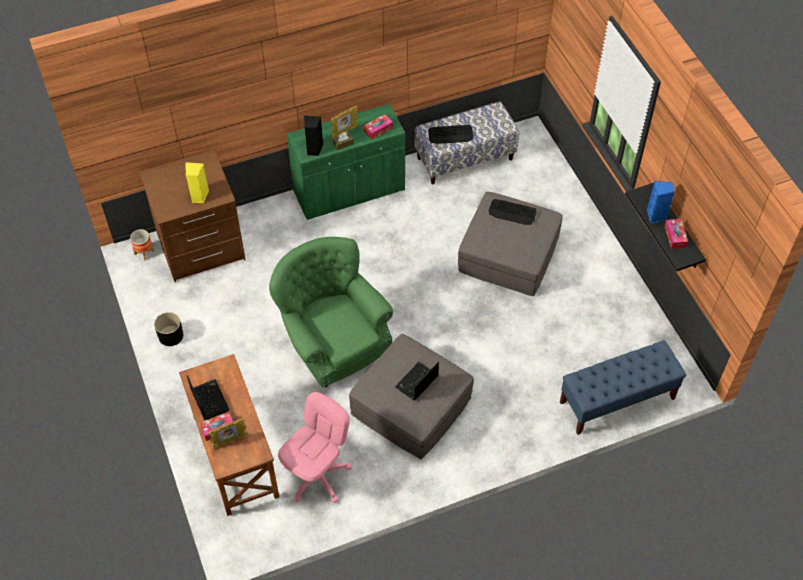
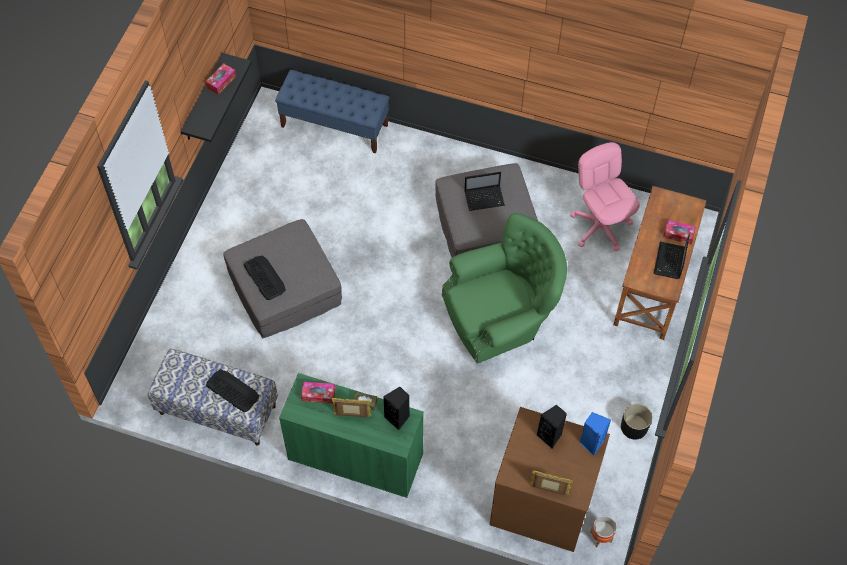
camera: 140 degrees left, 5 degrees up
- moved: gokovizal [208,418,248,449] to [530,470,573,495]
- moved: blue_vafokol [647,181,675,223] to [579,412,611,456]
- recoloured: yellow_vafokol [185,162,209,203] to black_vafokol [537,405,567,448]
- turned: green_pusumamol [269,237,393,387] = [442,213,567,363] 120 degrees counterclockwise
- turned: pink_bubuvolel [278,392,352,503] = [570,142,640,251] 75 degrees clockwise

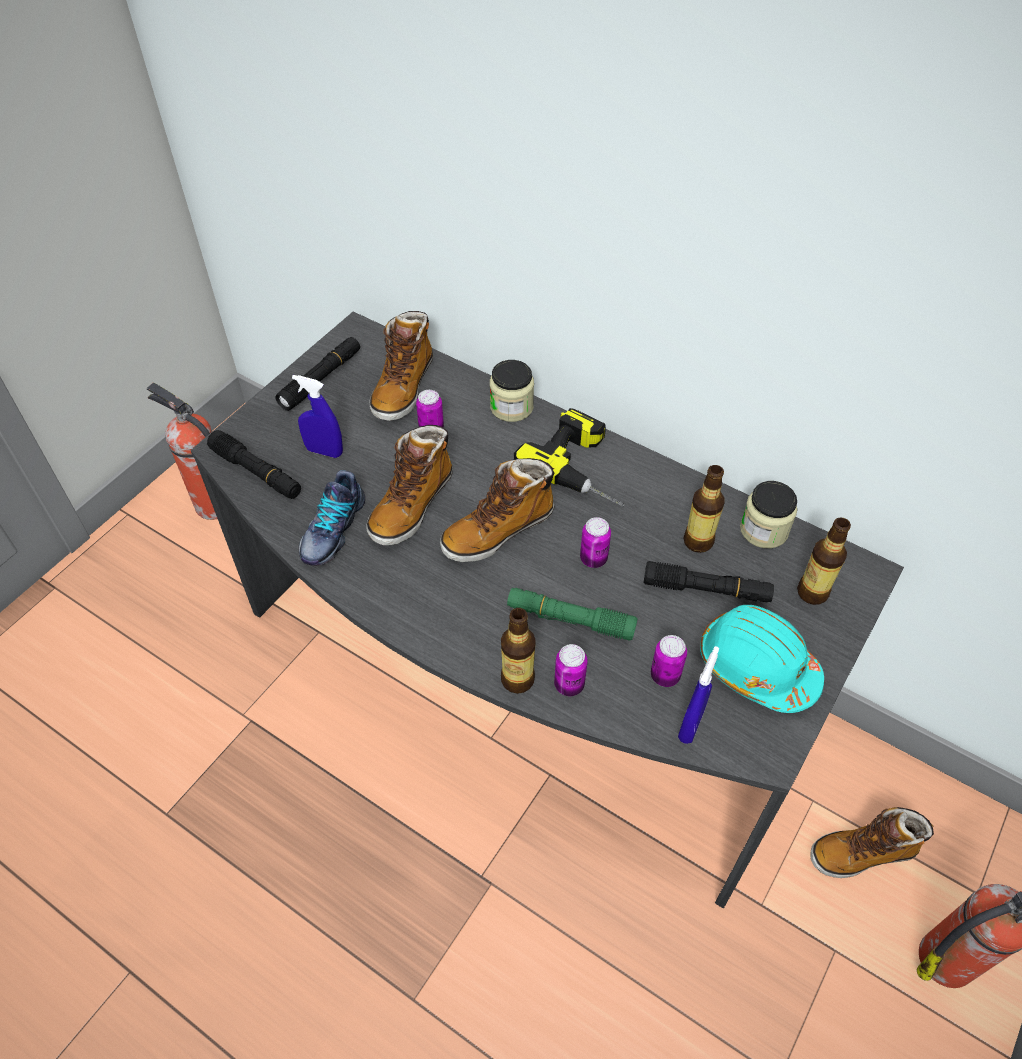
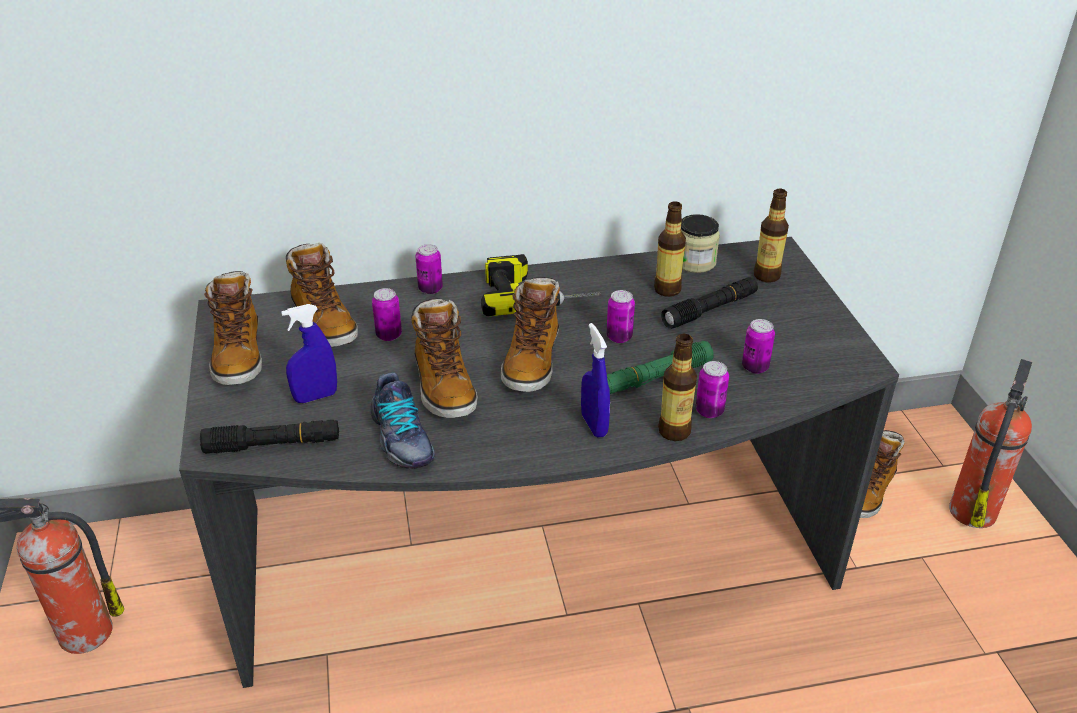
camera: 45 degrees left, 15 degrees down
- removed: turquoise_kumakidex [700,605,824,713]
- moved: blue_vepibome [678,646,719,744] to [581,323,610,438]
- replaced: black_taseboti [275,337,360,411] to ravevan [204,271,262,385]
- replaced: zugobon [490,360,534,422] to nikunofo [415,244,443,294]

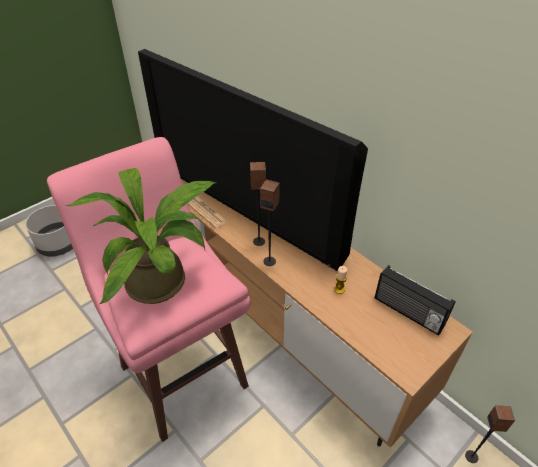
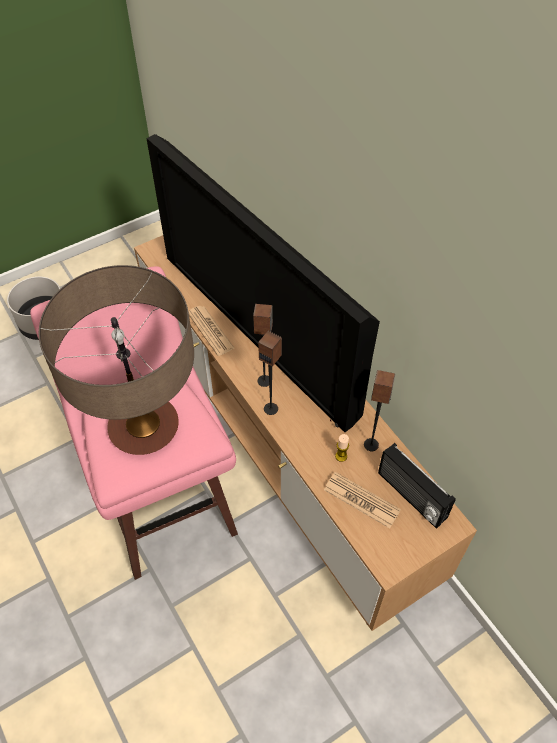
camera: 10 degrees right, 10 degrees up
- added: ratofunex [324,472,401,528]
- moved: vafokol [465,405,515,463] to [364,370,395,451]
- replaced: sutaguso [66,168,216,304] to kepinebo [39,265,194,455]

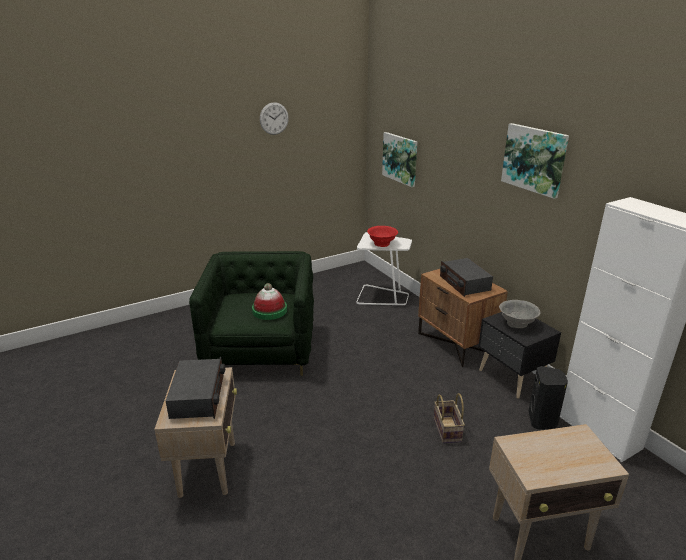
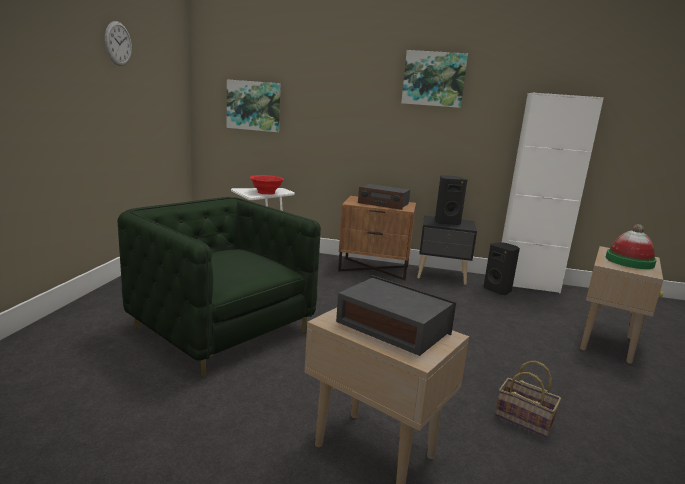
camera: 50 degrees left, 10 degrees down
- moved: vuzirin [252,283,287,320] to [605,224,657,269]
- moved: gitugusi [434,393,465,443] to [495,361,561,438]
- replaced: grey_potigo [499,300,540,328] to black_vafokol [435,175,467,225]

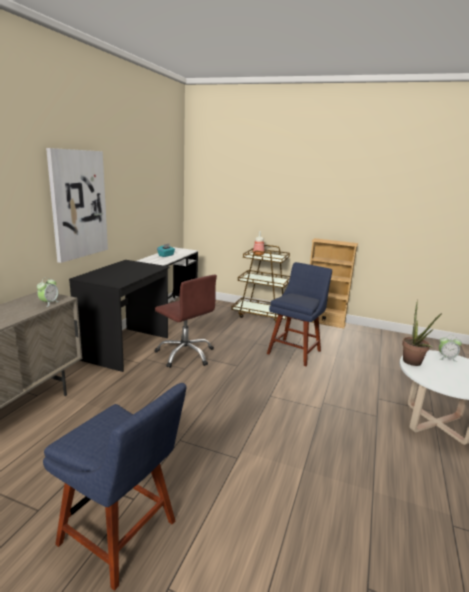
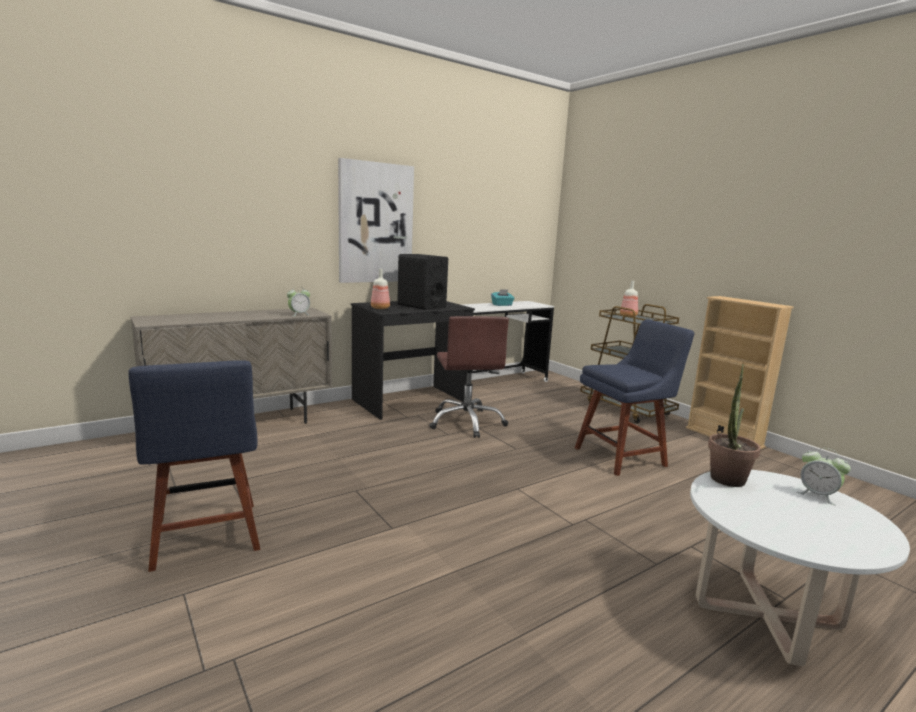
camera: 35 degrees right, 5 degrees down
- added: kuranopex [371,269,390,309]
- added: black_vafokol [397,254,448,310]

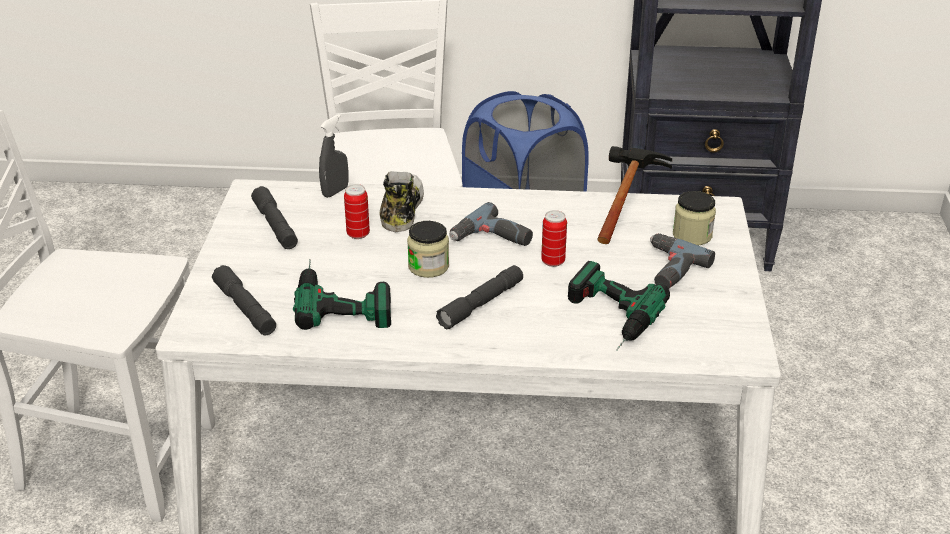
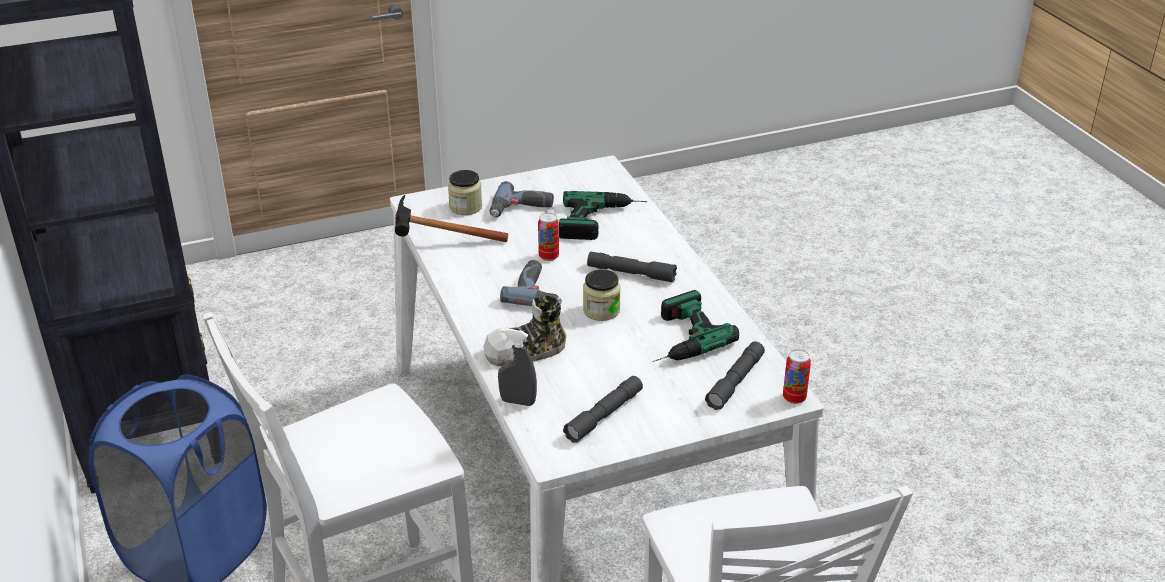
camera: 115 degrees left, 0 degrees up
- moved: nikunofo [344,184,370,239] to [783,349,811,404]

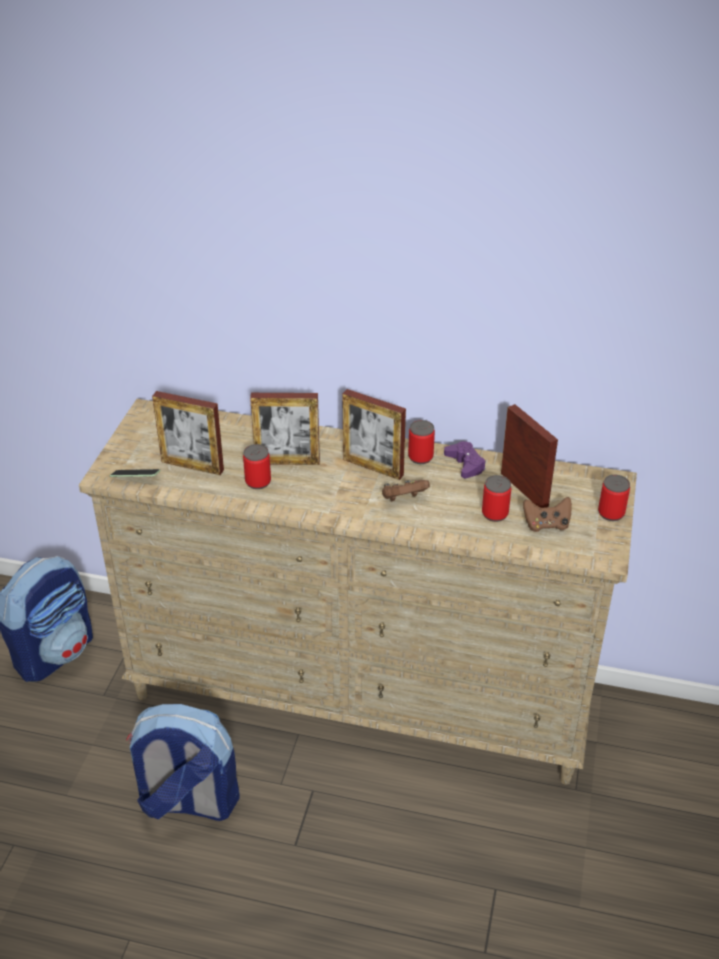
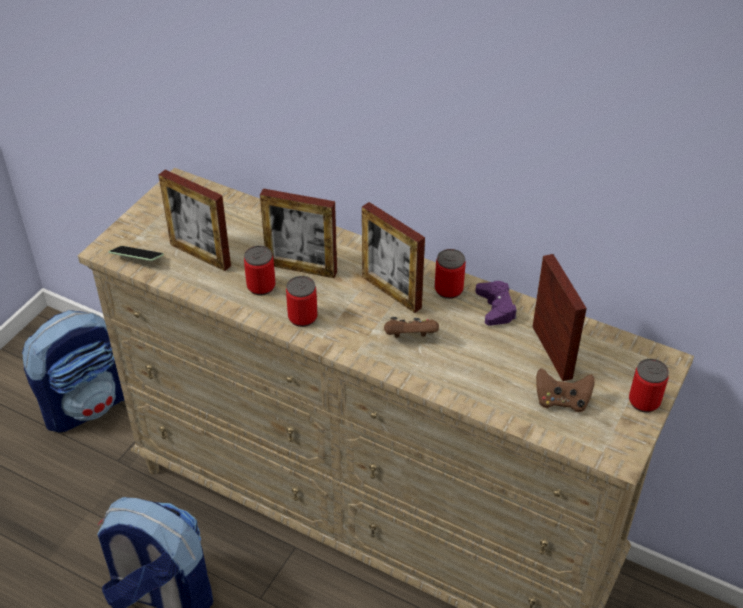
camera: 15 degrees right, 5 degrees up
- moved: nikunofo [482,475,511,522] to [286,276,318,327]

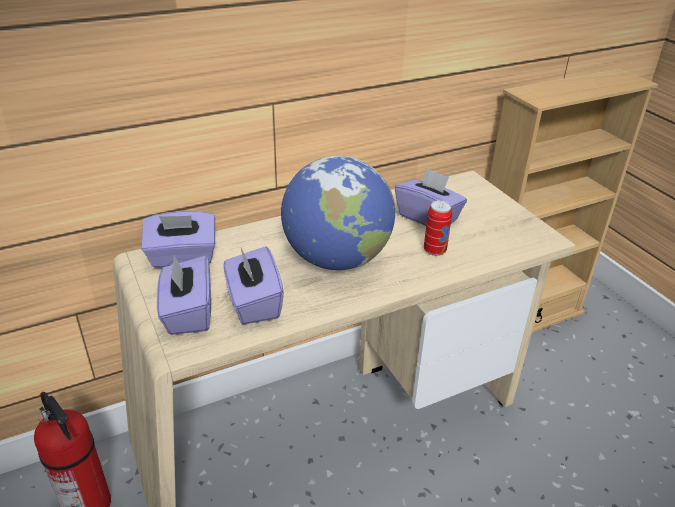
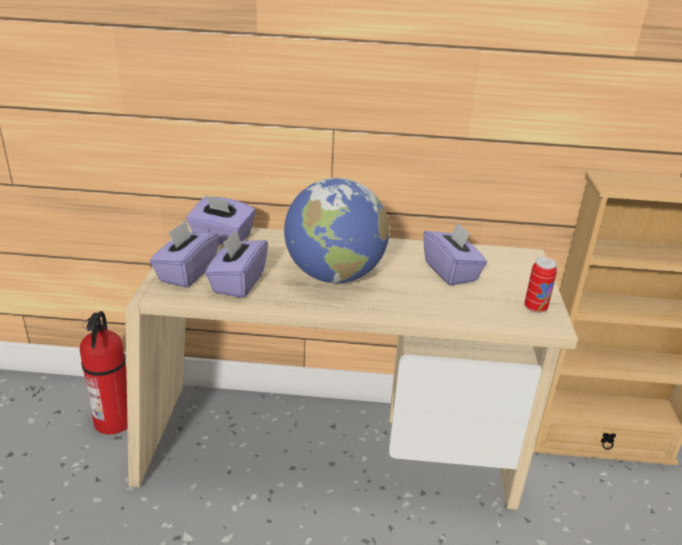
camera: 30 degrees right, 5 degrees down
- moved: nikunofo [424,200,452,256] to [524,257,557,313]

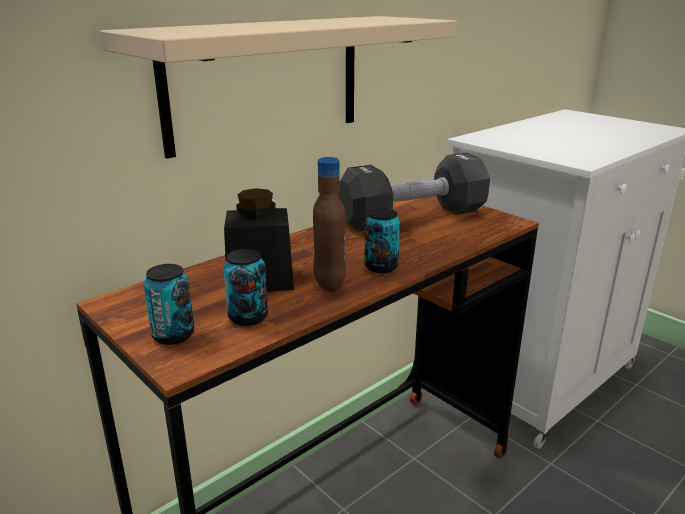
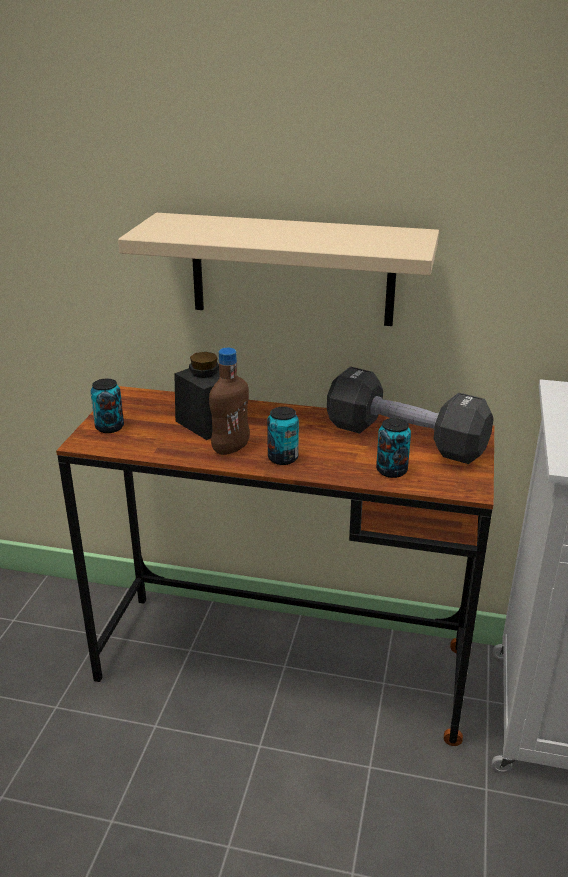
camera: 55 degrees right, 5 degrees up
- moved: nikunofo [223,249,268,326] to [376,418,411,478]

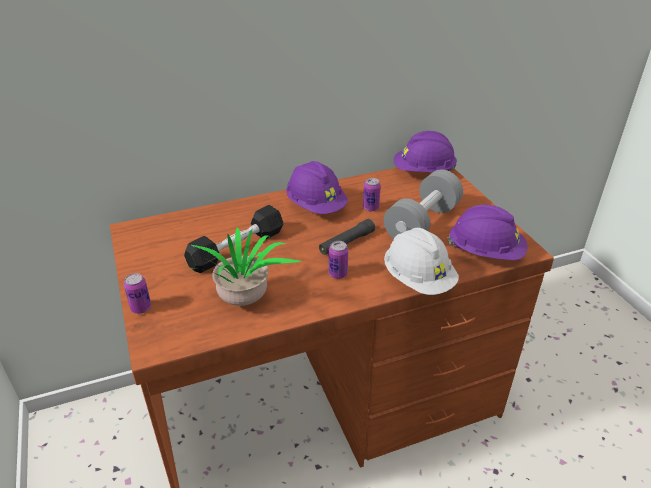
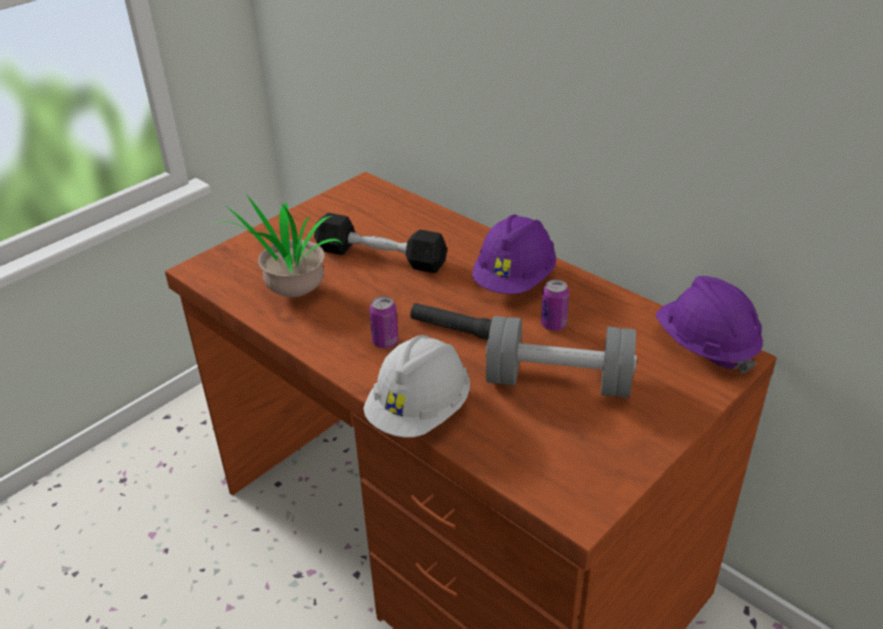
camera: 65 degrees right, 0 degrees up
- removed: nikunofo [124,273,151,314]
- removed: purple_kumakidex [448,204,528,261]

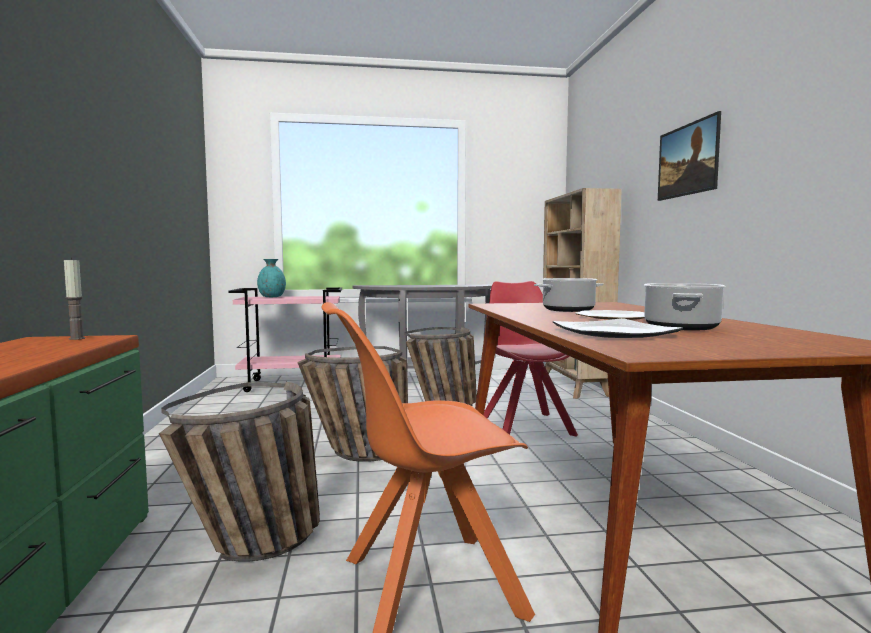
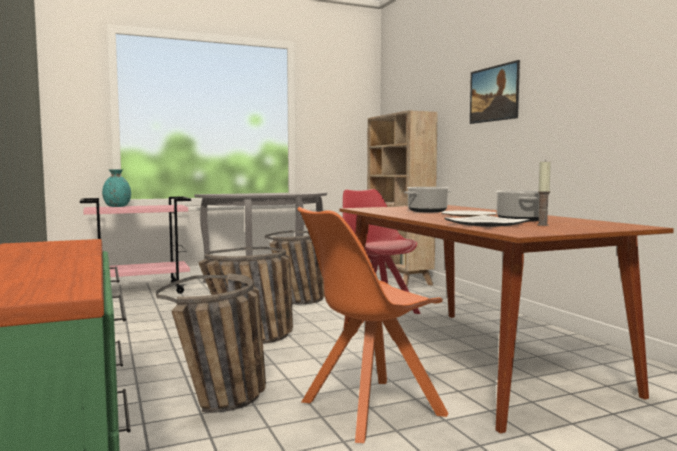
camera: 15 degrees left, 0 degrees up
- moved: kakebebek [64,258,85,340] to [537,160,551,226]

